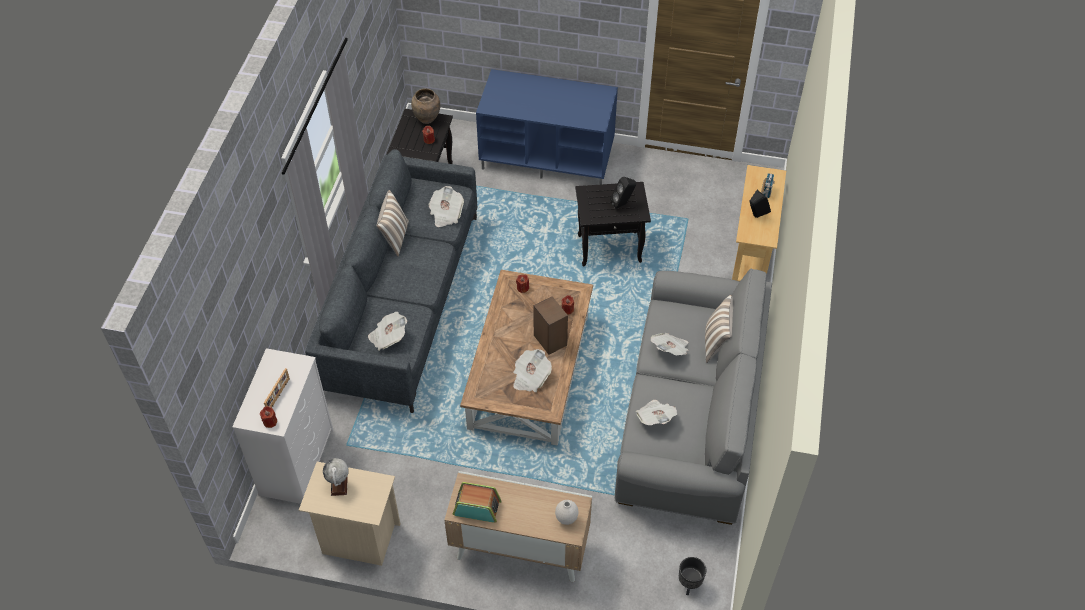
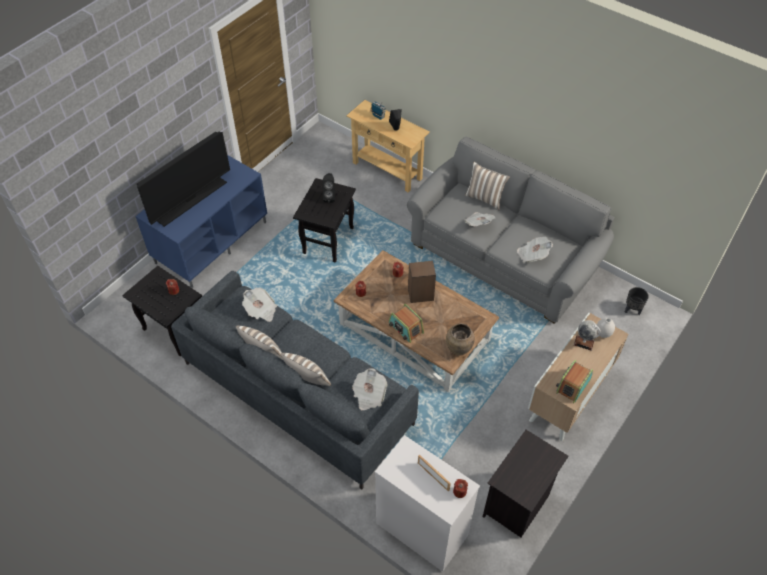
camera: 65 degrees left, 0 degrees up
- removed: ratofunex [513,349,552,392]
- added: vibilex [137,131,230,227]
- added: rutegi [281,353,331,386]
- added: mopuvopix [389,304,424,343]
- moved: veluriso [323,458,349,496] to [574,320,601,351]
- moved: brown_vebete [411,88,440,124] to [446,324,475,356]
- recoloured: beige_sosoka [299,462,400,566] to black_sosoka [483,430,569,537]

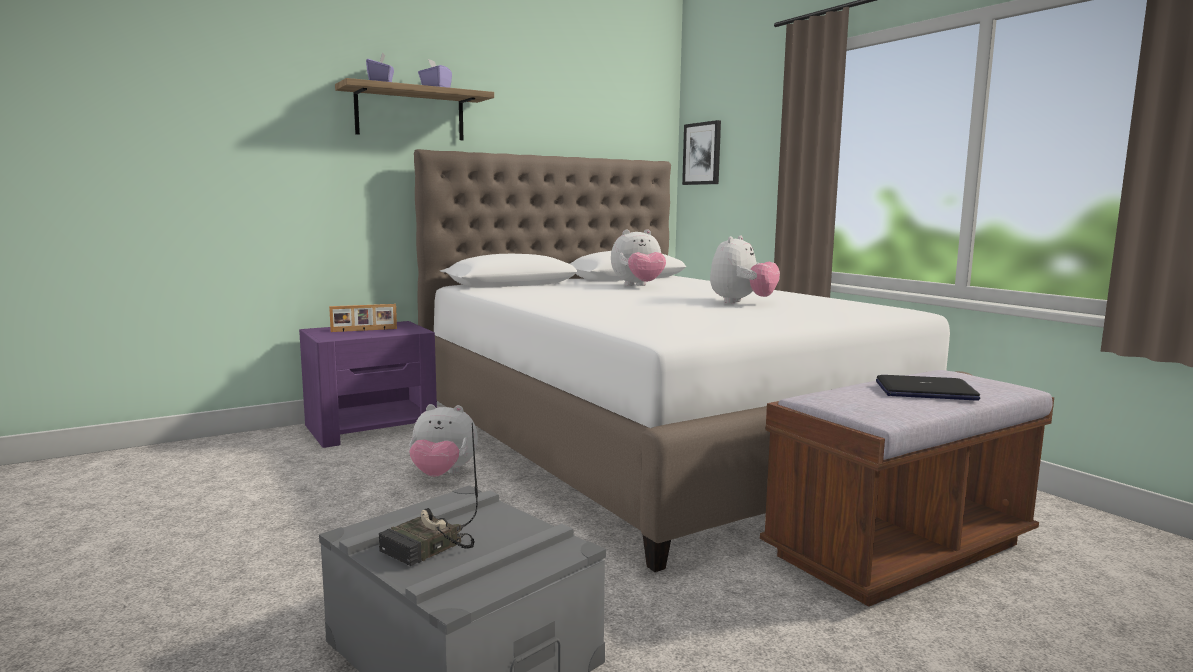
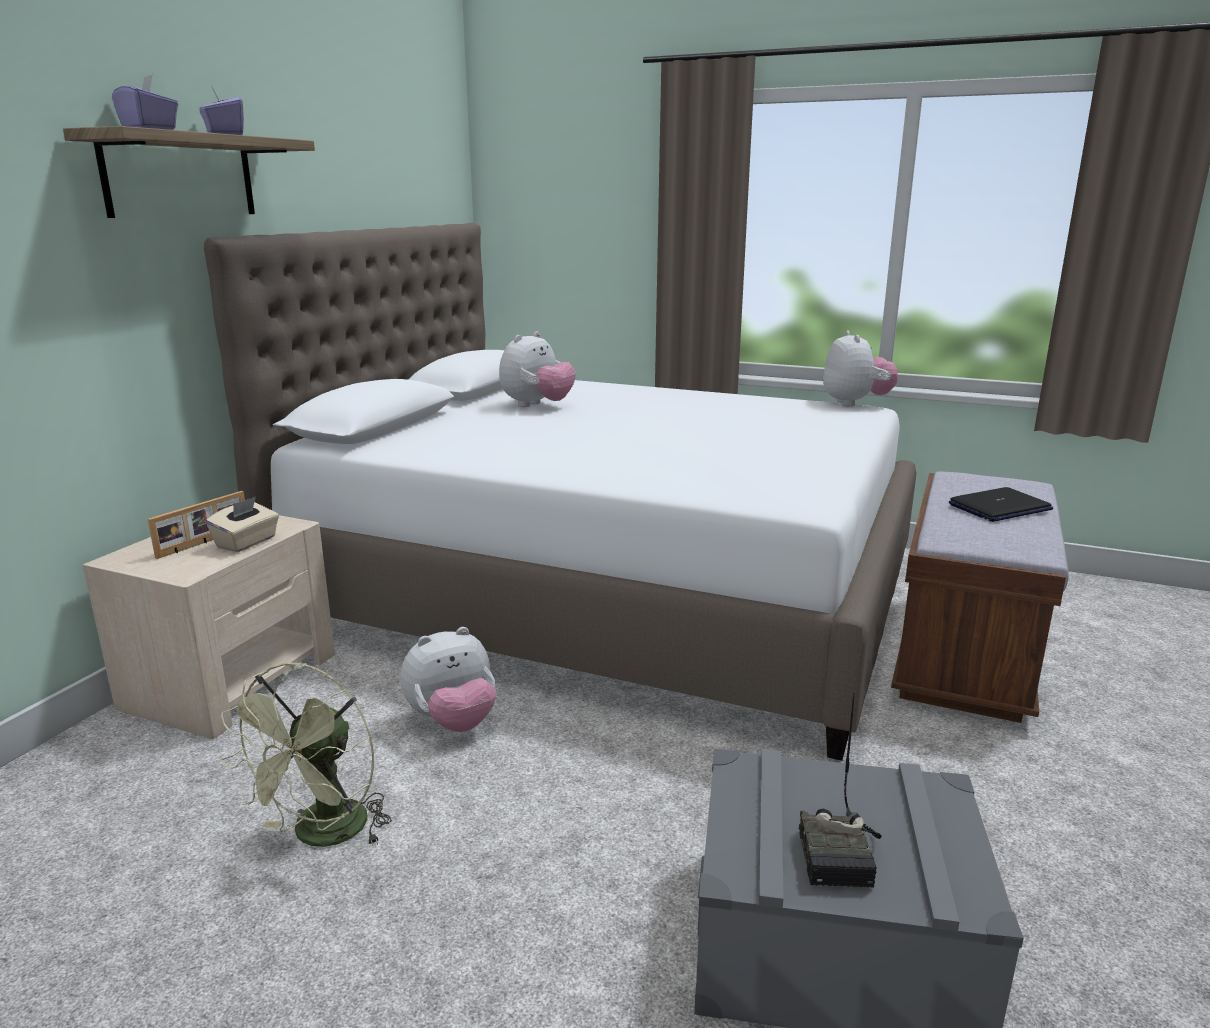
camera: 35 degrees left, 10 degrees up
- removed: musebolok [682,120,721,185]
- added: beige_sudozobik [206,496,279,552]
- added: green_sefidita [221,662,392,847]
- moved: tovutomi [710,235,780,304] to [823,330,898,407]
- recoloured: purple_sosoka [299,321,437,448] to beige_sosoka [83,515,335,739]

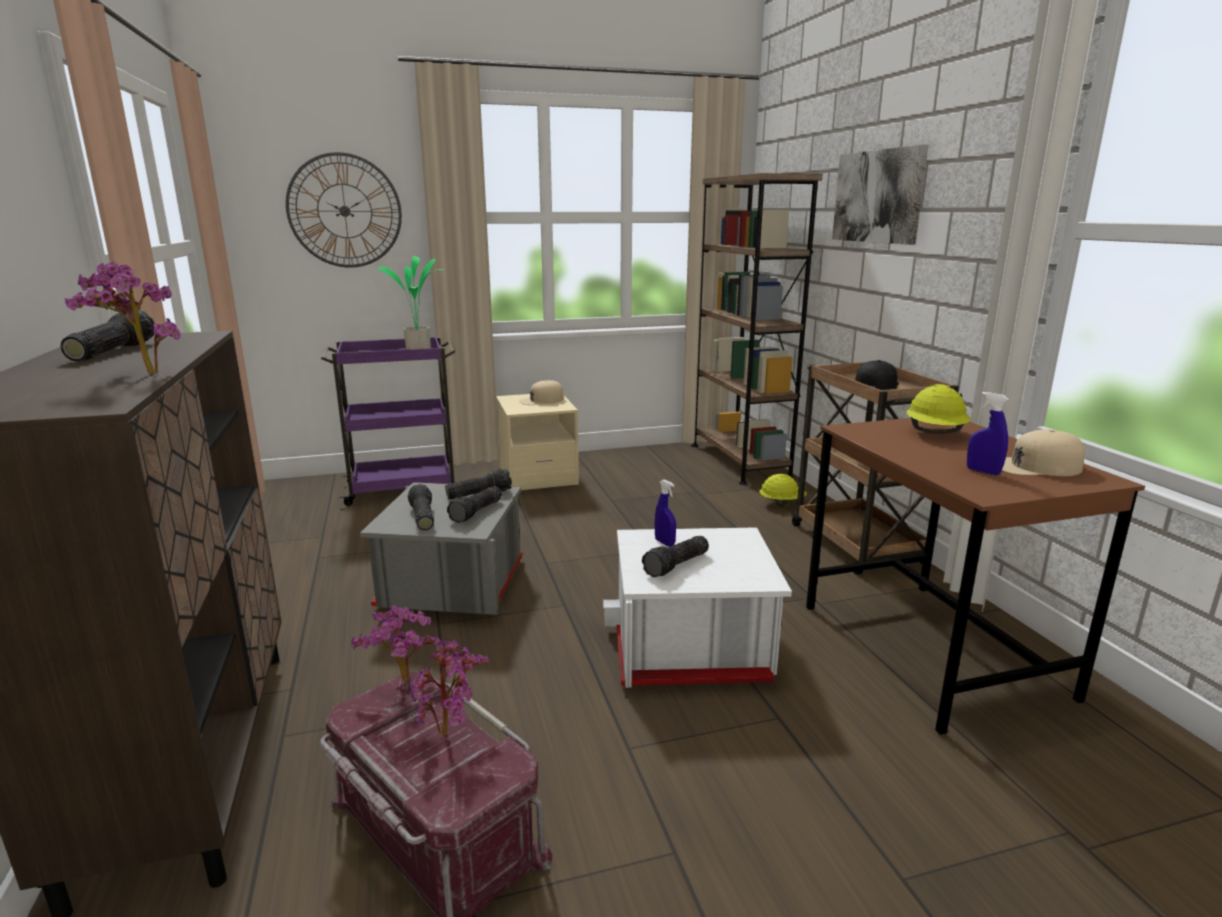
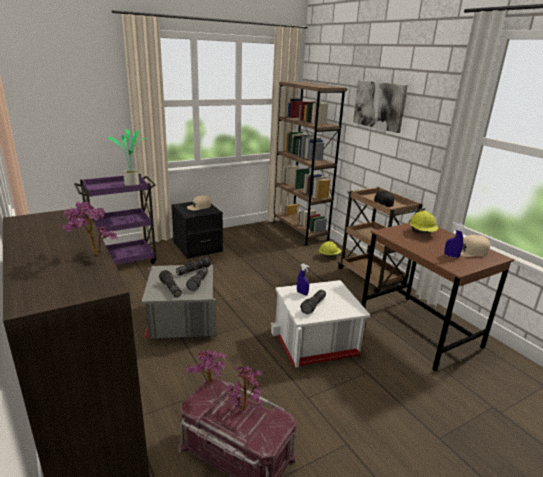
camera: 15 degrees left, 5 degrees up
- removed: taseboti [60,310,154,362]
- removed: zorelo [286,152,402,268]
- recoloured: beige_sosoka [496,394,579,490] to black_sosoka [171,202,223,259]

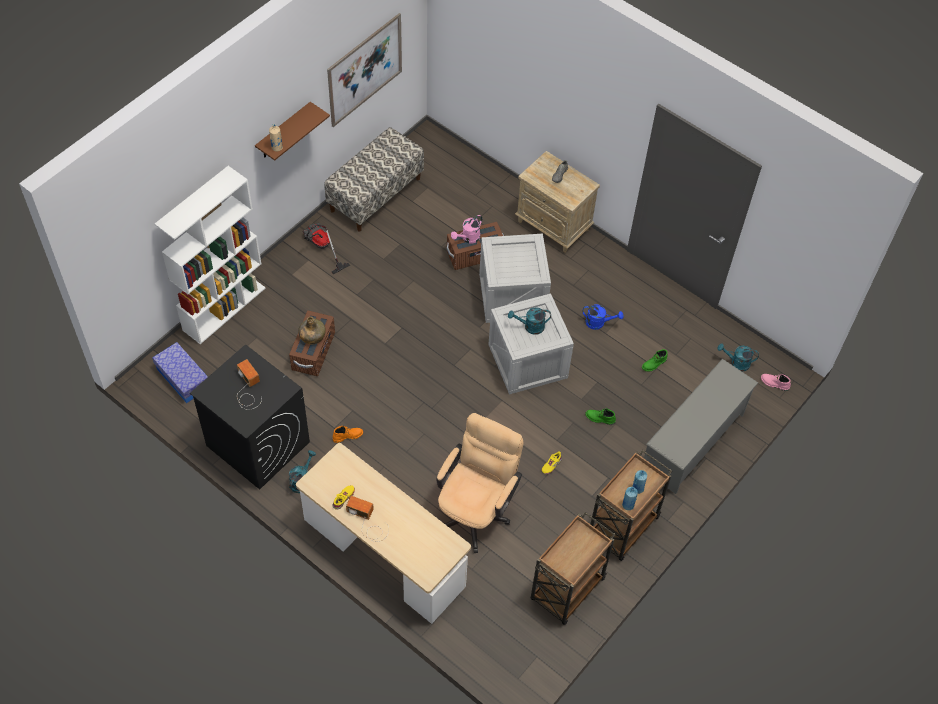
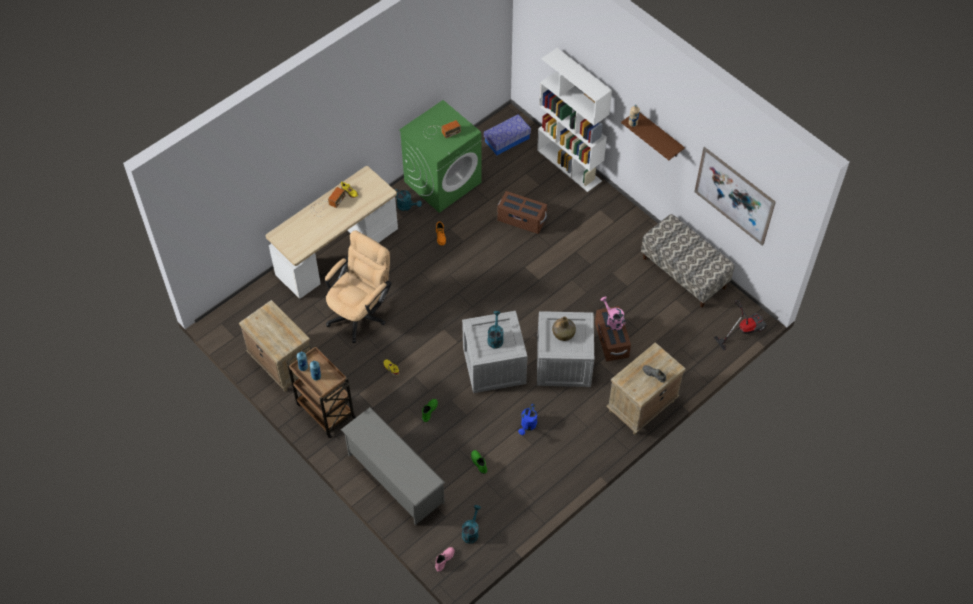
camera: 100 degrees right, 0 degrees up
- moved: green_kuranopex [298,317,326,344] to [552,317,576,341]
- moved: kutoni [302,223,350,274] to [714,300,767,351]
- replaced: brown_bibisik [531,512,615,625] to beige_sosoka [239,300,310,392]
- recoloured: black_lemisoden [190,344,310,490] to green_lemisoden [399,100,482,213]
- turned: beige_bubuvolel [436,413,523,553] = [325,230,392,343] 90 degrees counterclockwise

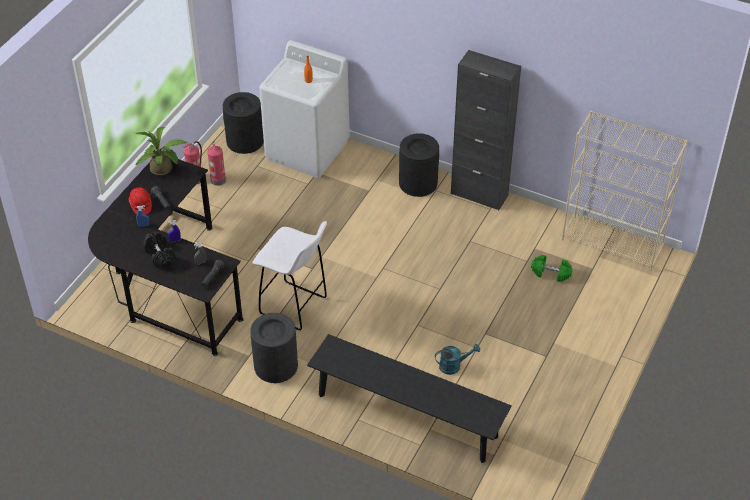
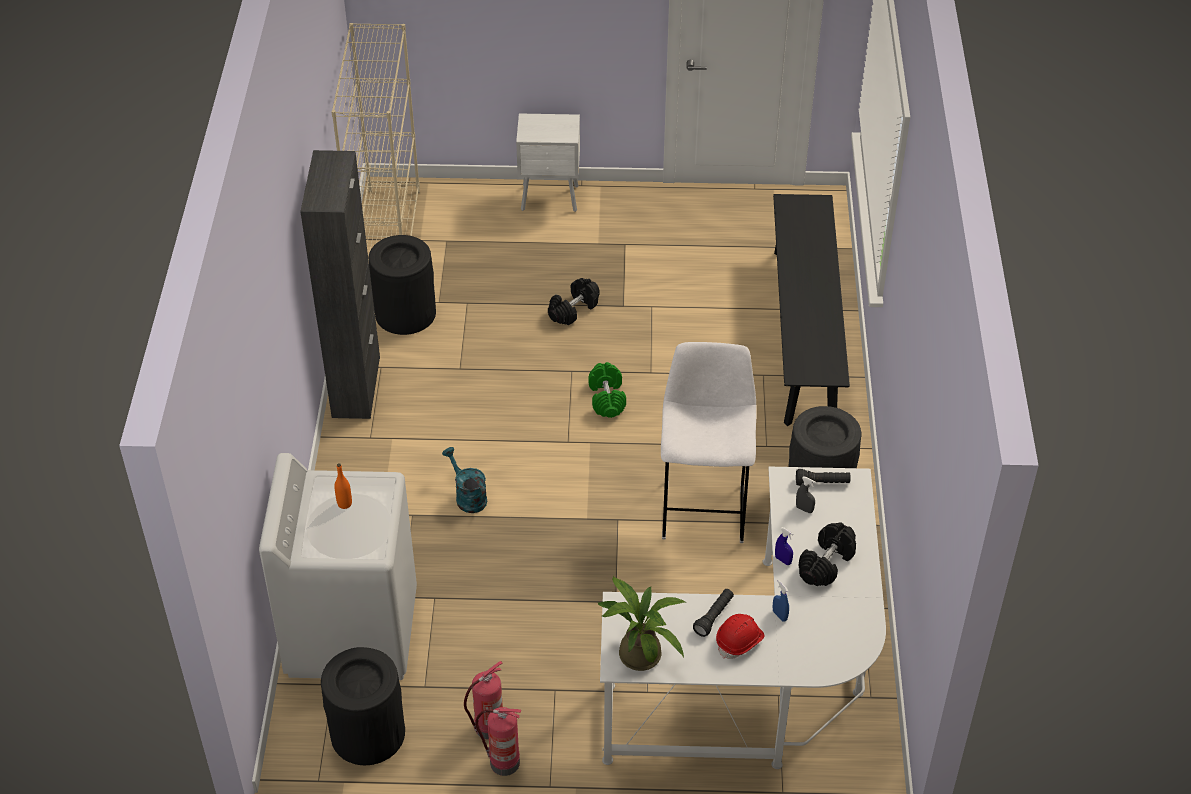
camera: 115 degrees left, 0 degrees up
- added: white_sosoka [516,113,580,212]
- added: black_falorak [548,278,600,325]
- moved: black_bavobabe [399,133,439,197] to [368,235,436,335]
- moved: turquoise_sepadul [435,344,480,375] to [442,447,487,513]
- moved: green_falorak [531,255,573,282] to [589,362,626,418]
- recoloured: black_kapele [88,158,244,356] to white_kapele [600,467,886,769]

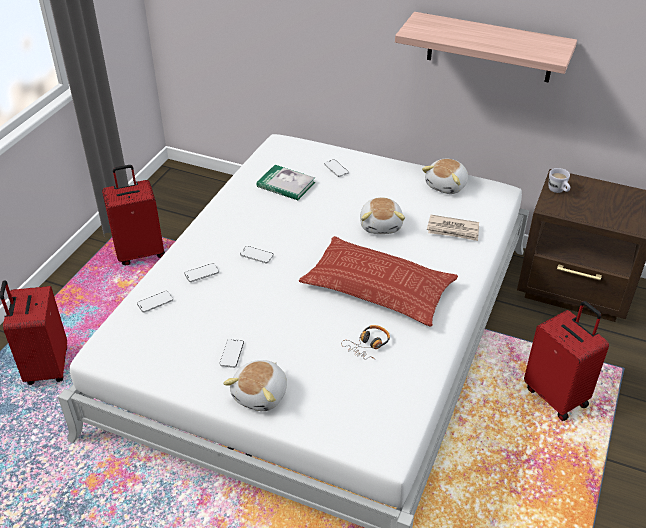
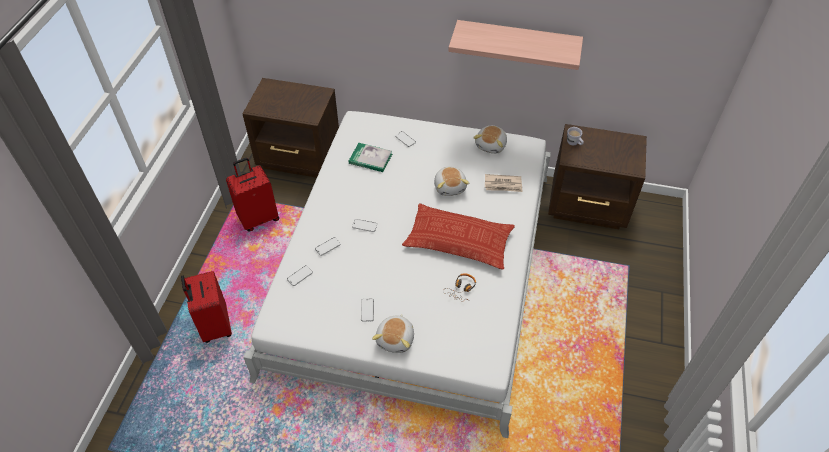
camera: 10 degrees left, 10 degrees up
- removed: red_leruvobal [524,301,609,421]
- added: brown_sosoka [243,78,339,178]

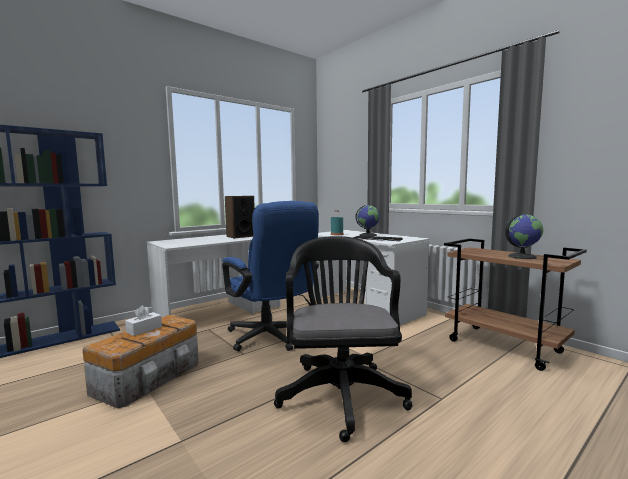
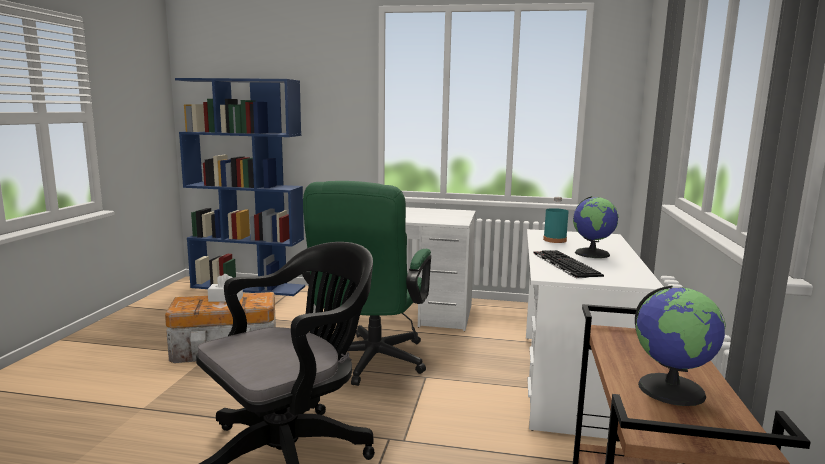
camera: 50 degrees right, 5 degrees up
- removed: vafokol [225,196,255,238]
- recoloured: blue_bubuvolel [222,201,319,351] to green_bubuvolel [302,181,431,386]

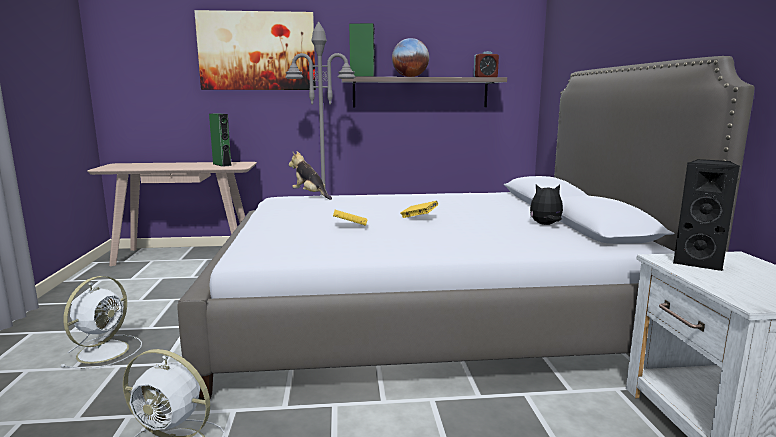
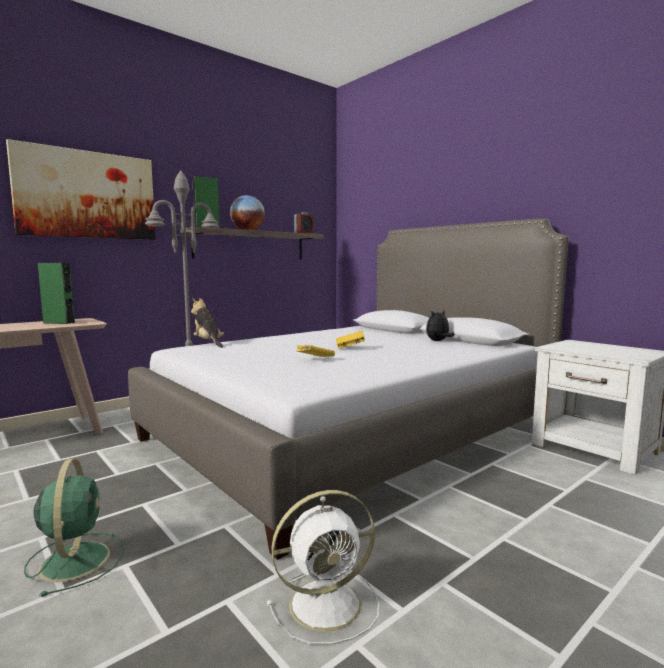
camera: 35 degrees left, 5 degrees down
- removed: black_vafokol [673,159,740,271]
- recoloured: white_sefidita [61,276,142,369] to green_sefidita [24,459,124,597]
- turned: tovutomi [289,152,332,200] = [191,298,224,348] 45 degrees clockwise

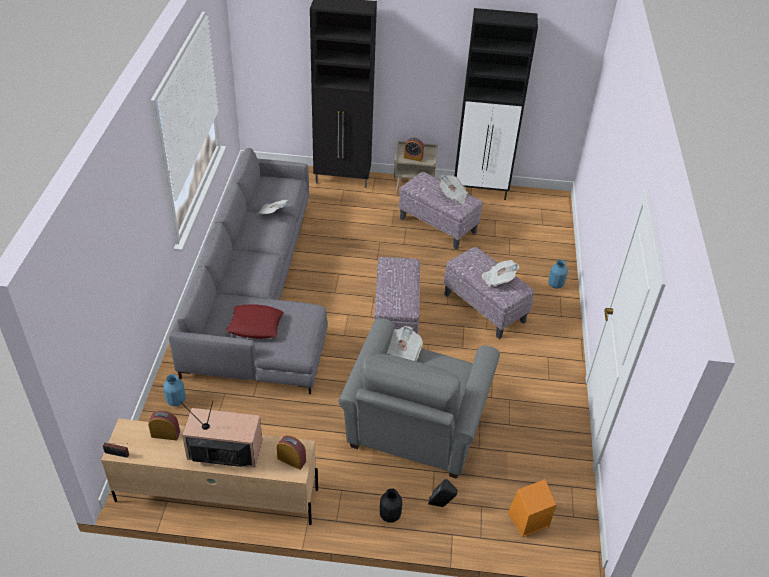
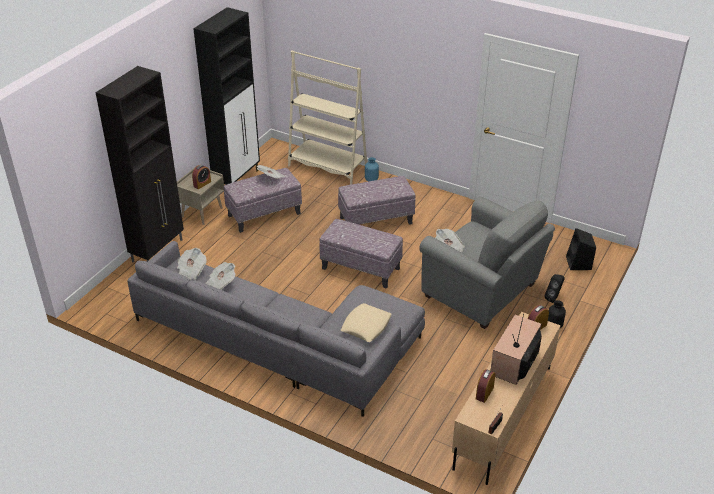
camera: 65 degrees left, 5 degrees down
- removed: blue_vebete [163,374,186,406]
- added: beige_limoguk [288,50,367,185]
- moved: ratofunex [481,260,519,287] to [177,248,207,280]
- recoloured: red_rutegi [226,304,284,339] to beige_rutegi [341,303,391,342]
- recoloured: orange_vafokol [508,479,556,537] to black_vafokol [566,228,596,270]

